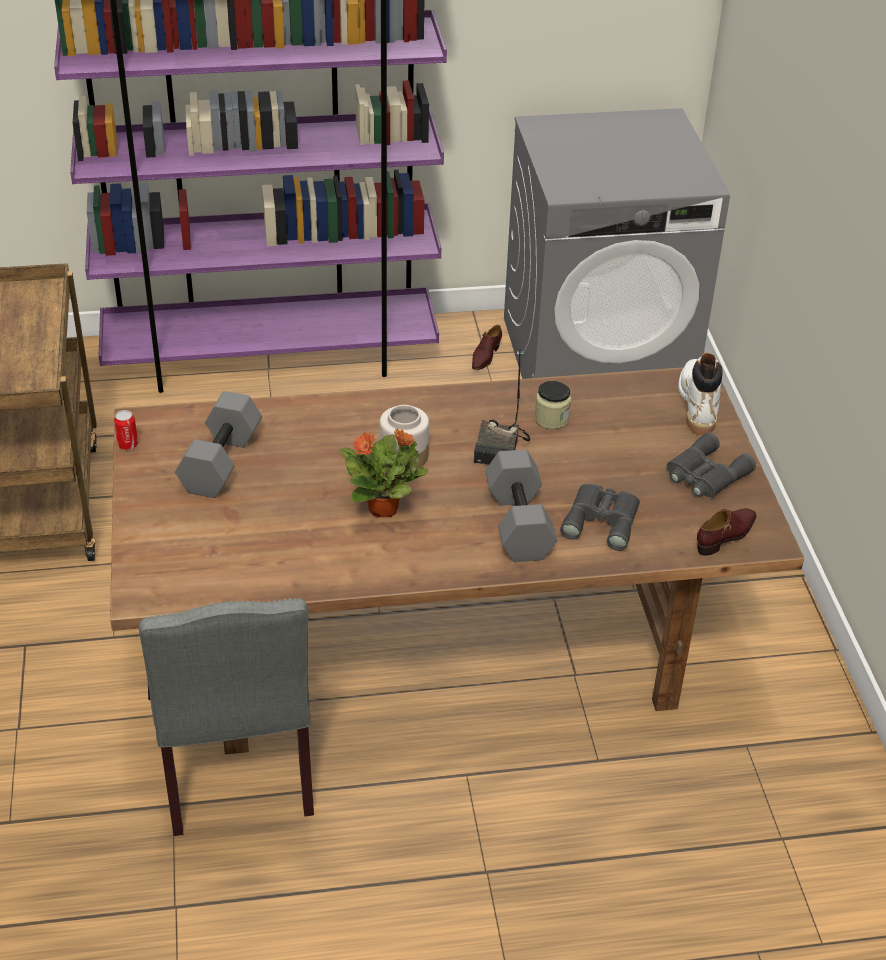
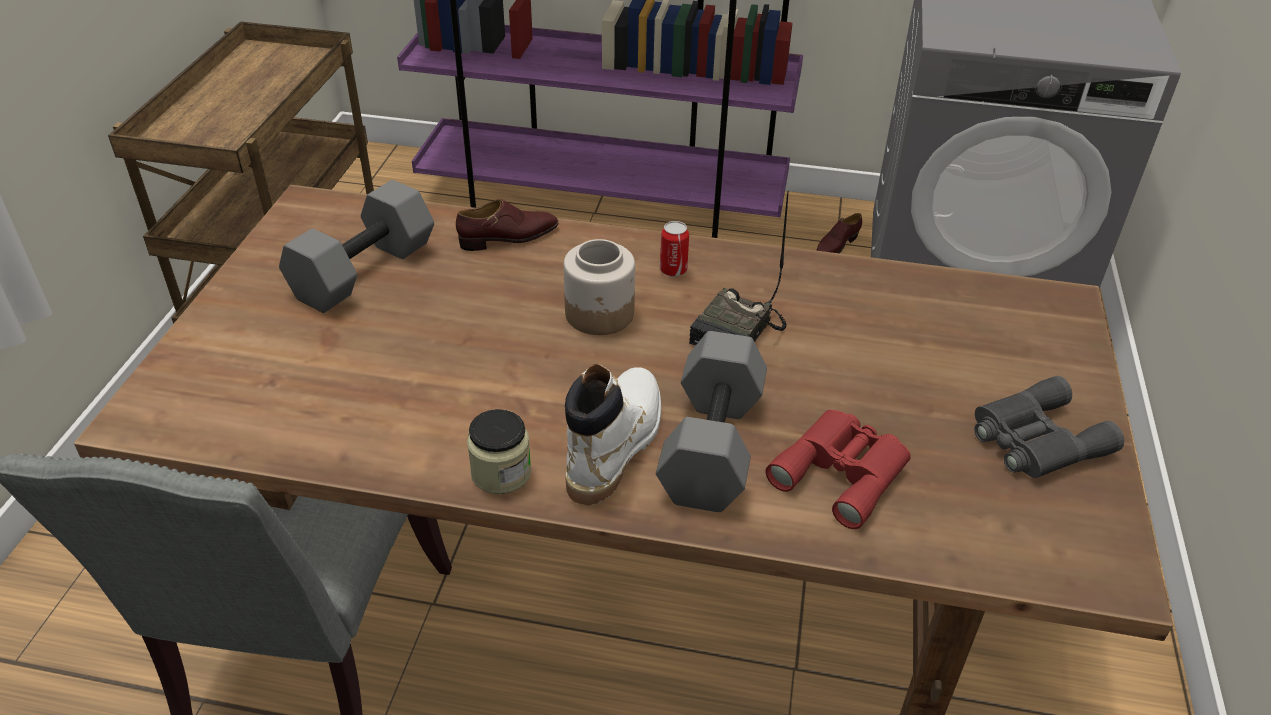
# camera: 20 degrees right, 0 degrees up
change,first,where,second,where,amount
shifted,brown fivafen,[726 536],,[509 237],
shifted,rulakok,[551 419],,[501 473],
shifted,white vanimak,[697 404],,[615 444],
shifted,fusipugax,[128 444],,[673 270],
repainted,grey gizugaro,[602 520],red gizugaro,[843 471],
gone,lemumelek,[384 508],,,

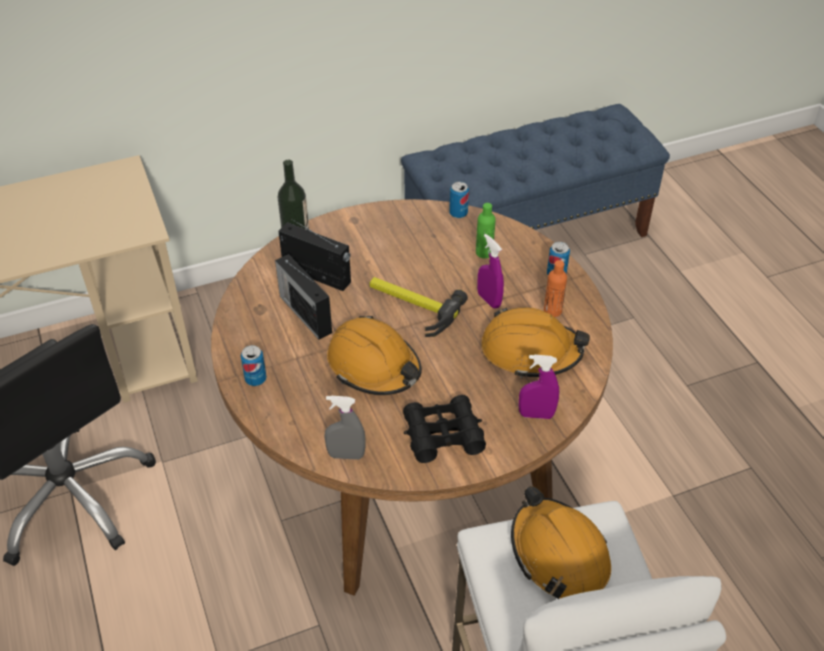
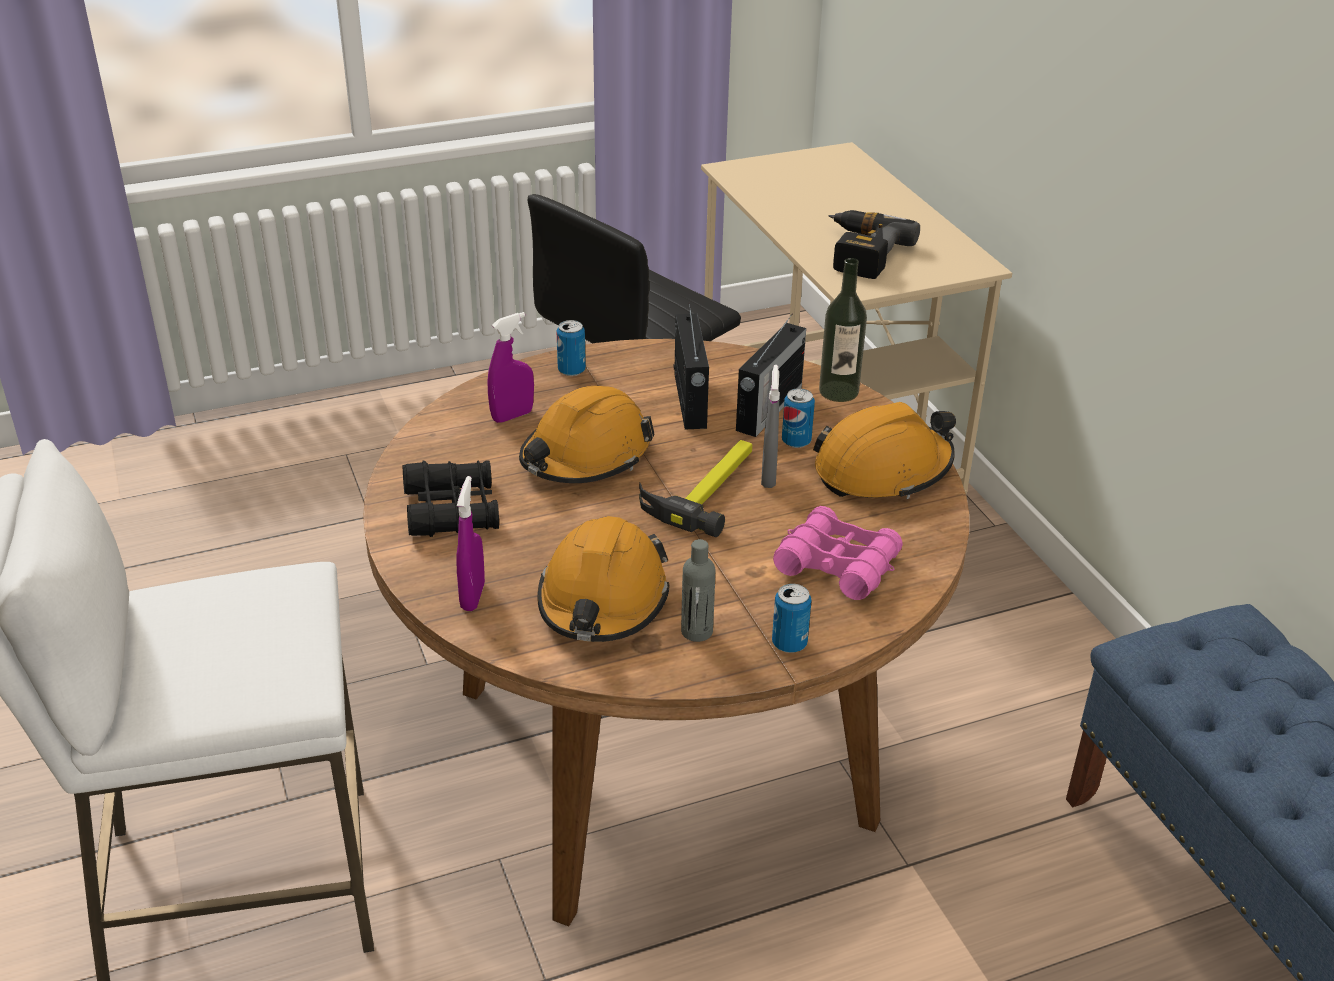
# camera: 90 degrees right, 10 degrees down
change,first,where,second,where,amount
shifted,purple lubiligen,[489 300],,[512 416],
rotated,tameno,[305 313],,[689 401],120 degrees clockwise
repainted,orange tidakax,[552 311],grey tidakax,[697 631],
shifted,grey lubiligen,[346 455],,[768 476],
swapped,green tidakax,[484 252],pink gizugaro,[837 564],
shifted,fusipugax,[458 213],,[796 441],
shifted,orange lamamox,[558 554],,[883 470],
new,,,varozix,[859 253],

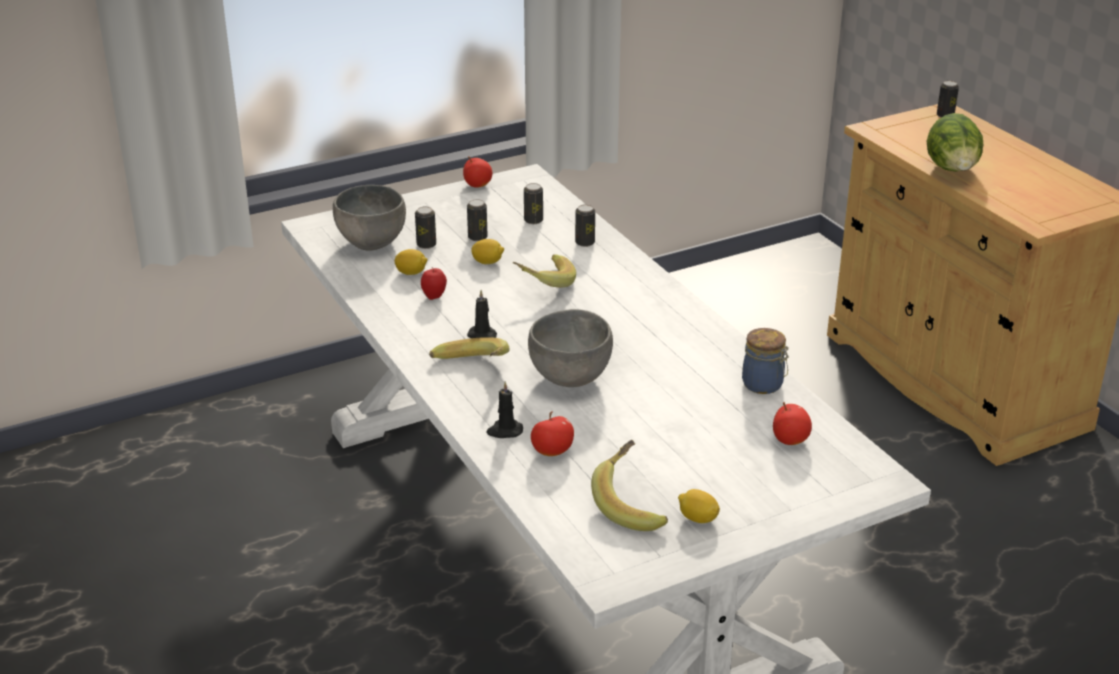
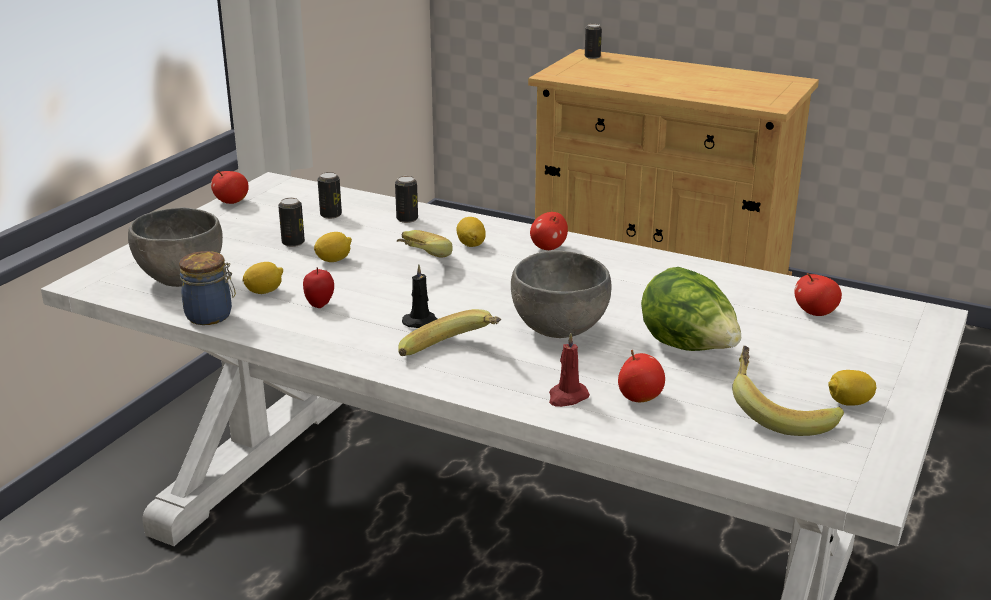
# camera: 35 degrees left, 5 degrees down
change,first,where,second,where,amount
shifted,rulakok,[764 385],,[211 316],
new,,,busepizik,[471 244],
new,,,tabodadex,[548 248],
repainted,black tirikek,[504 431],red tirikek,[567 397],
shifted,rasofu,[952 171],,[688 348],
gone,fusipugax,[426 245],,,

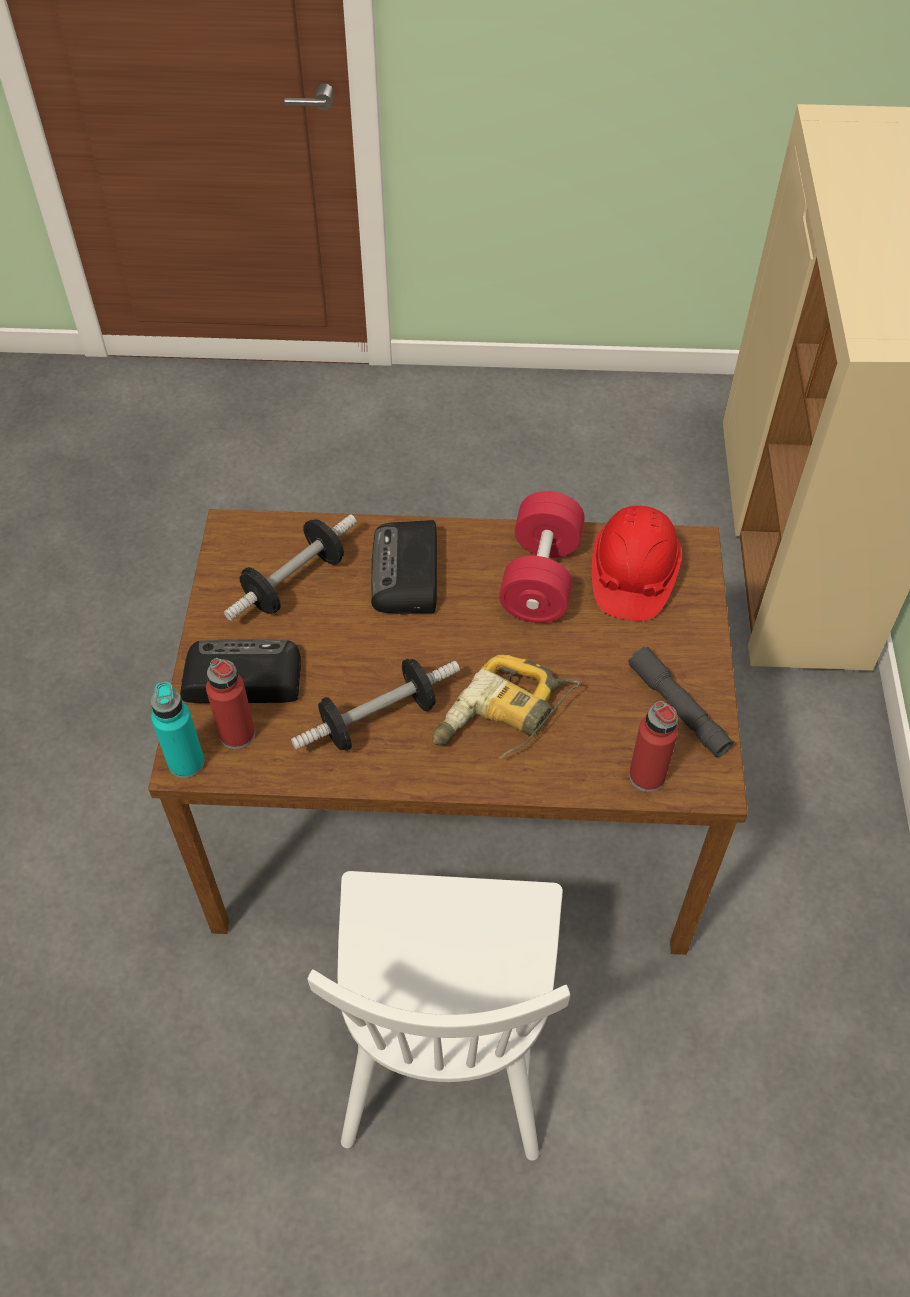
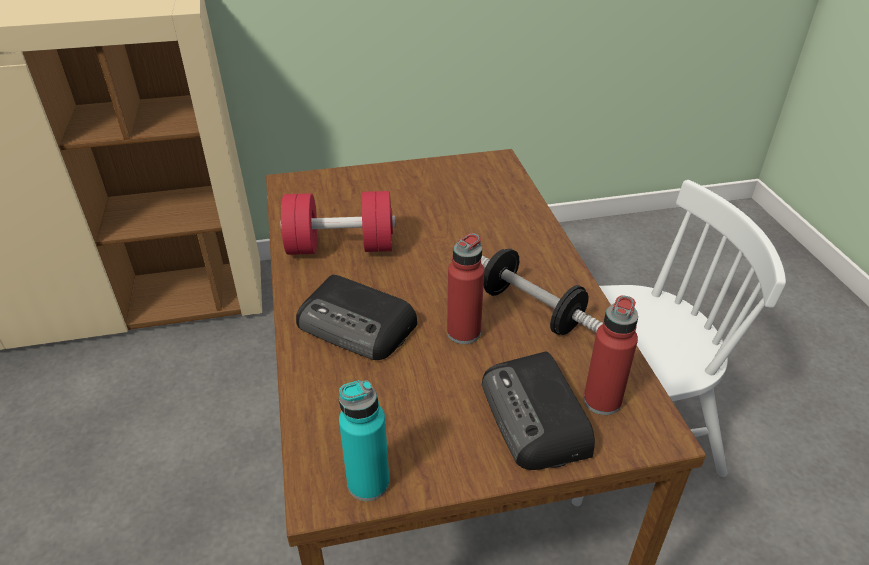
# camera: 105 degrees left, 15 degrees down
change,first,where,second,where,amount
rotated,tameno,[407 574],,[357 325],45 degrees clockwise
shifted,turquoise tidakax,[186 762],,[368 483],
shifted,red tidakax,[647 776],,[463 333],
gone,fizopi,[294 582],,,
gone,varozix,[504 719],,,
gone,red lamamox,[632 576],,,
gone,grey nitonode,[678 708],,,

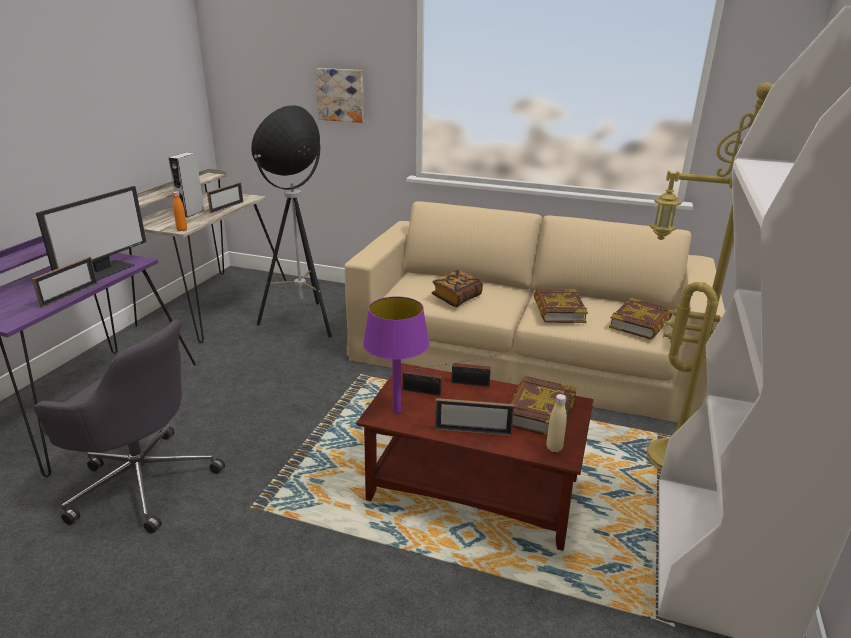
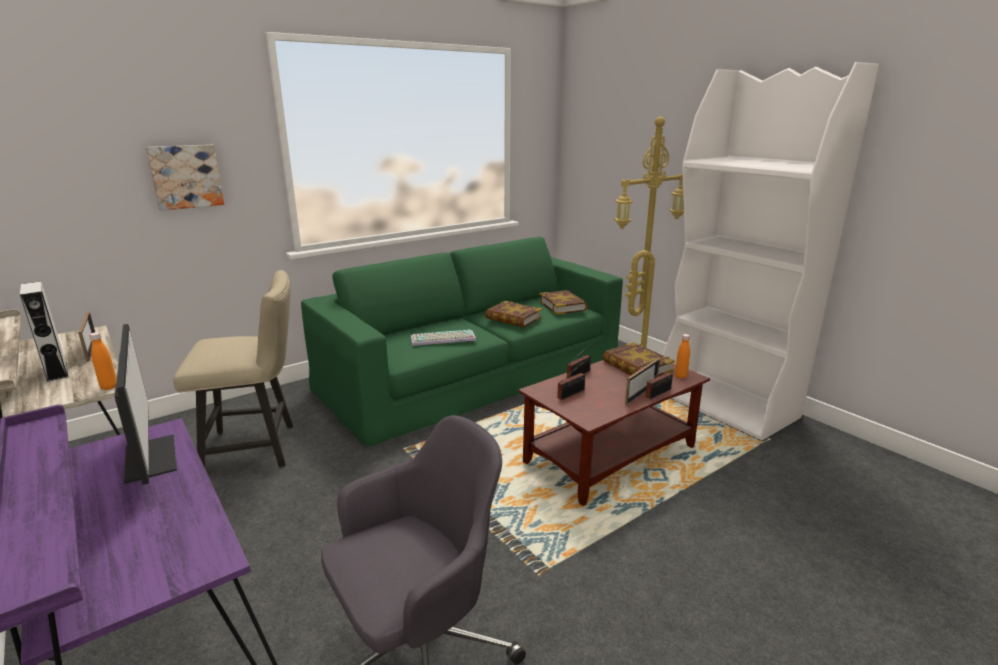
# camera: 55 degrees left, 5 degrees down
change,first,where,second,where,amount
swapped,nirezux,[303 322],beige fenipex,[258 448],
repainted,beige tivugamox,[524 353],green tivugamox,[473 372],
swapped,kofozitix,[456 298],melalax,[442 339],
new,,,tameno,[660 392],
repainted,beige tidakax,[554 448],orange tidakax,[680 376],
gone,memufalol,[70 295],,,
gone,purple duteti,[396 410],,,

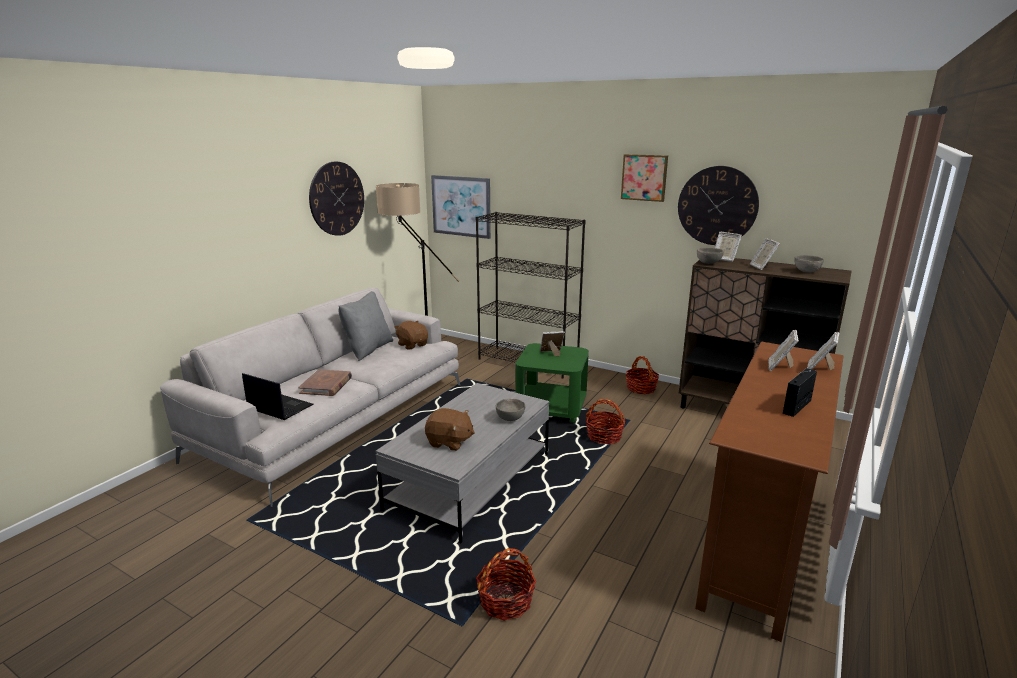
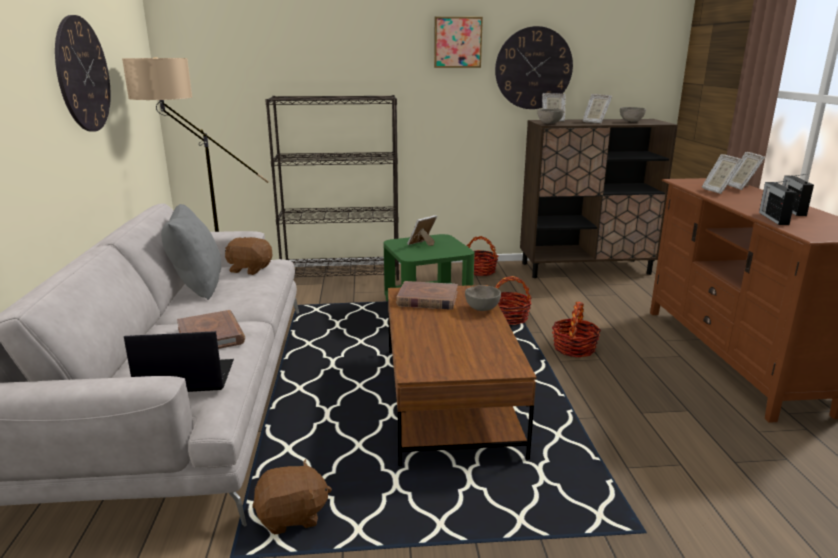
# camera: 35 degrees left, 0 degrees up
change,first,where,second,where,amount
shifted,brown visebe,[449 442],,[292 516],
repainted,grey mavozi,[470 480],brown mavozi,[448 398],
new,,,brown kofozitix,[427 299],
shifted,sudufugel,[506 601],,[574 348],
new,,,tameno,[773 218],
gone,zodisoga,[461 206],,,

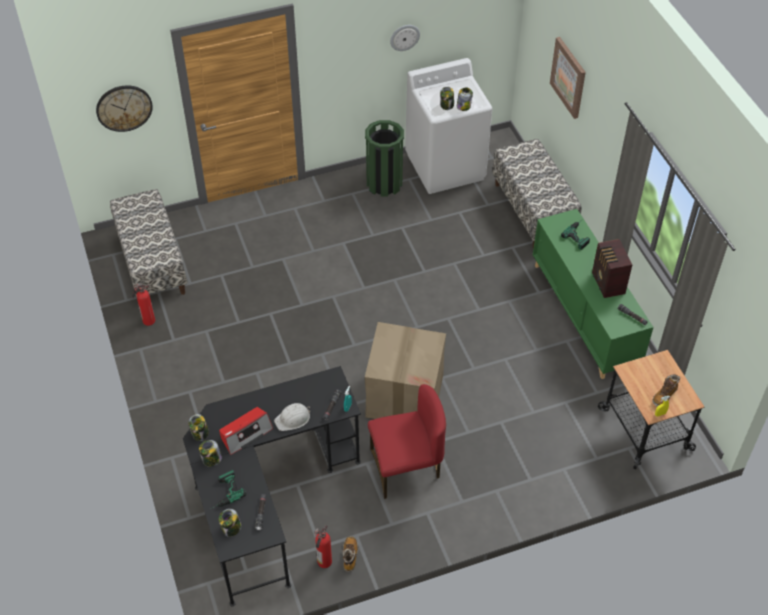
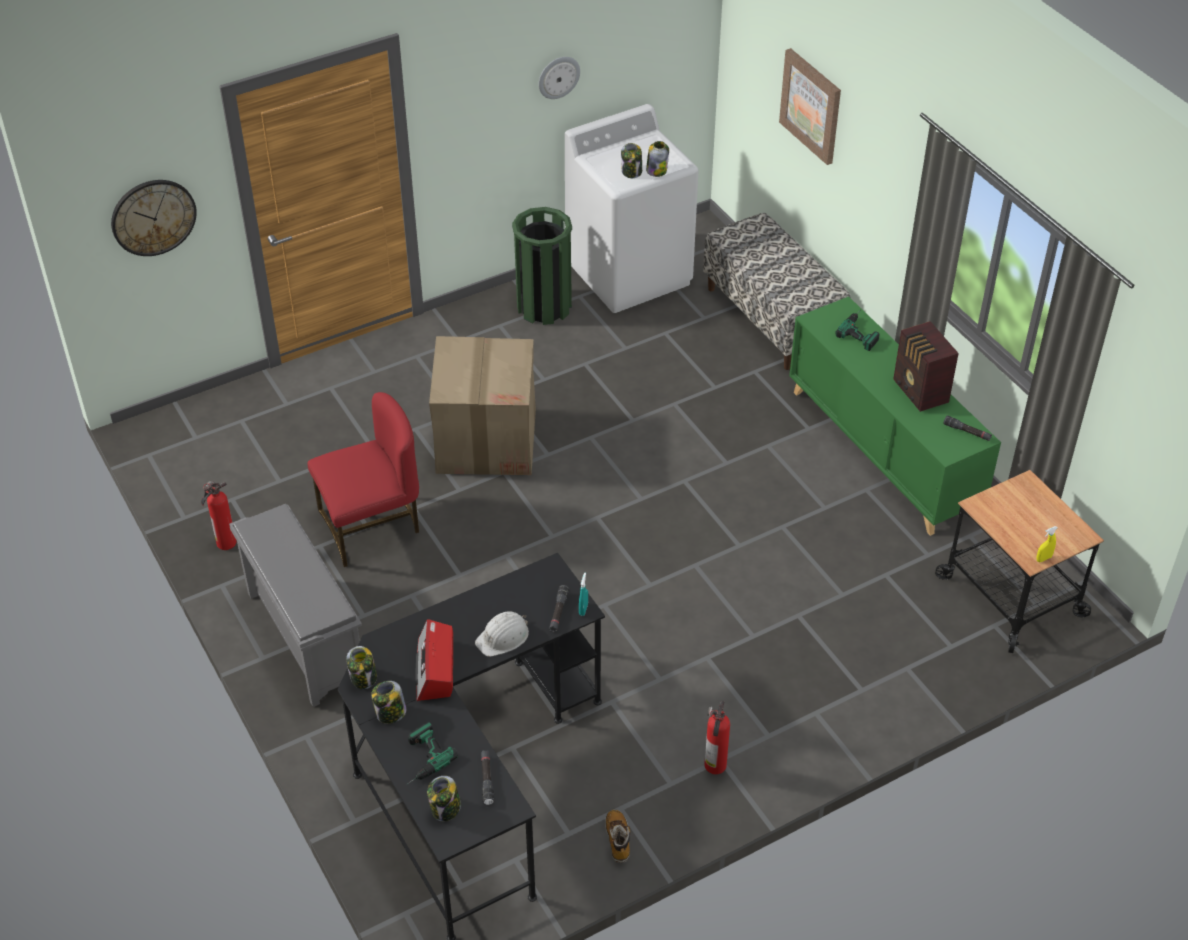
# camera: 10 degrees left, 5 degrees down
change,first,where,second,where,amount
new,,,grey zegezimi,[304 637],
shifted,red fenipex,[406 467],,[371 526],
rotated,tameno,[245 434],,[435 669],135 degrees clockwise
shifted,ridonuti,[405 394],,[486 439],
shifted,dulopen,[324 562],,[715 766],
gone,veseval,[152 263],,,
gone,vanimak,[664 396],,,

